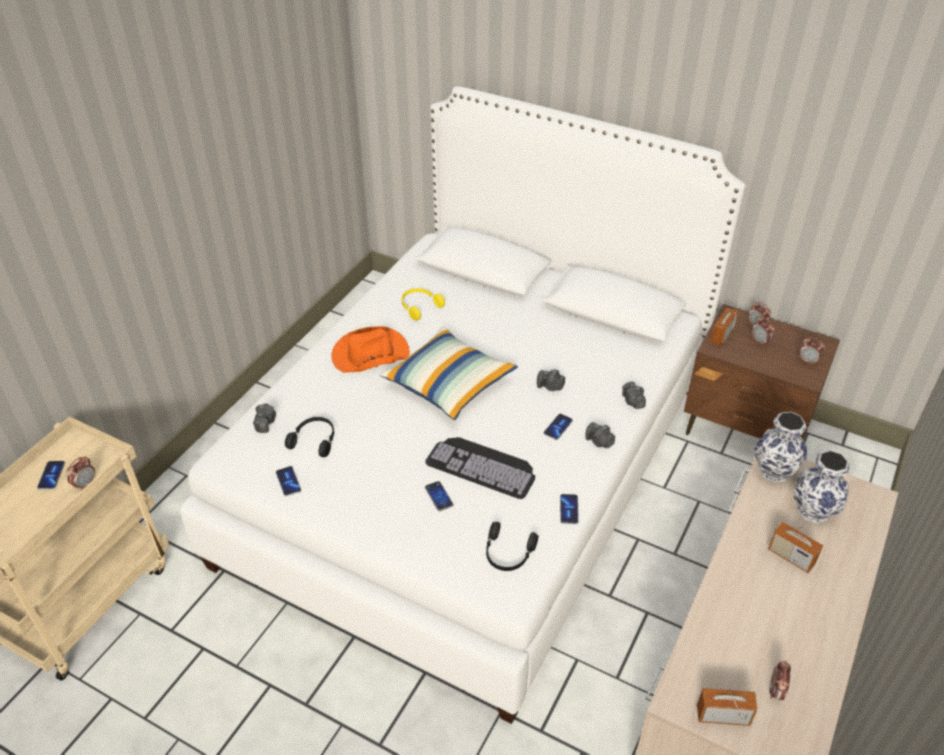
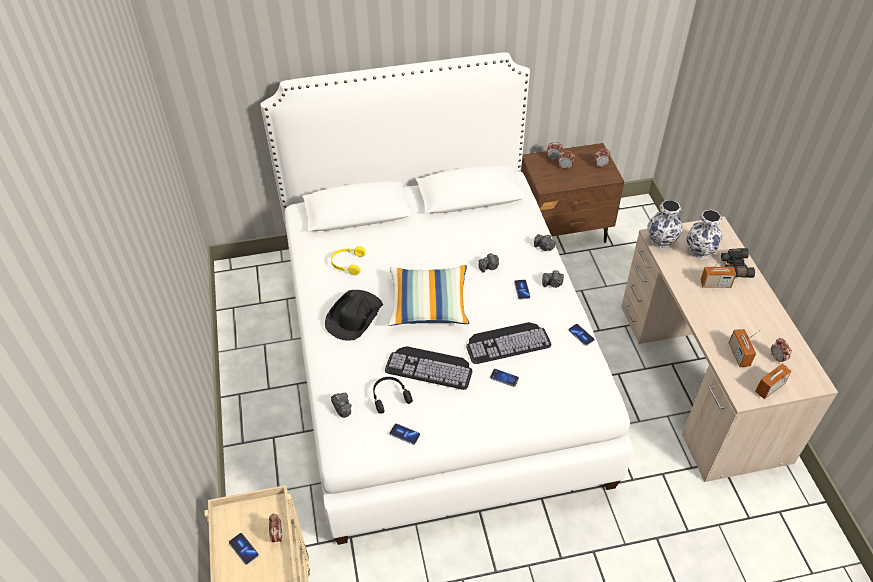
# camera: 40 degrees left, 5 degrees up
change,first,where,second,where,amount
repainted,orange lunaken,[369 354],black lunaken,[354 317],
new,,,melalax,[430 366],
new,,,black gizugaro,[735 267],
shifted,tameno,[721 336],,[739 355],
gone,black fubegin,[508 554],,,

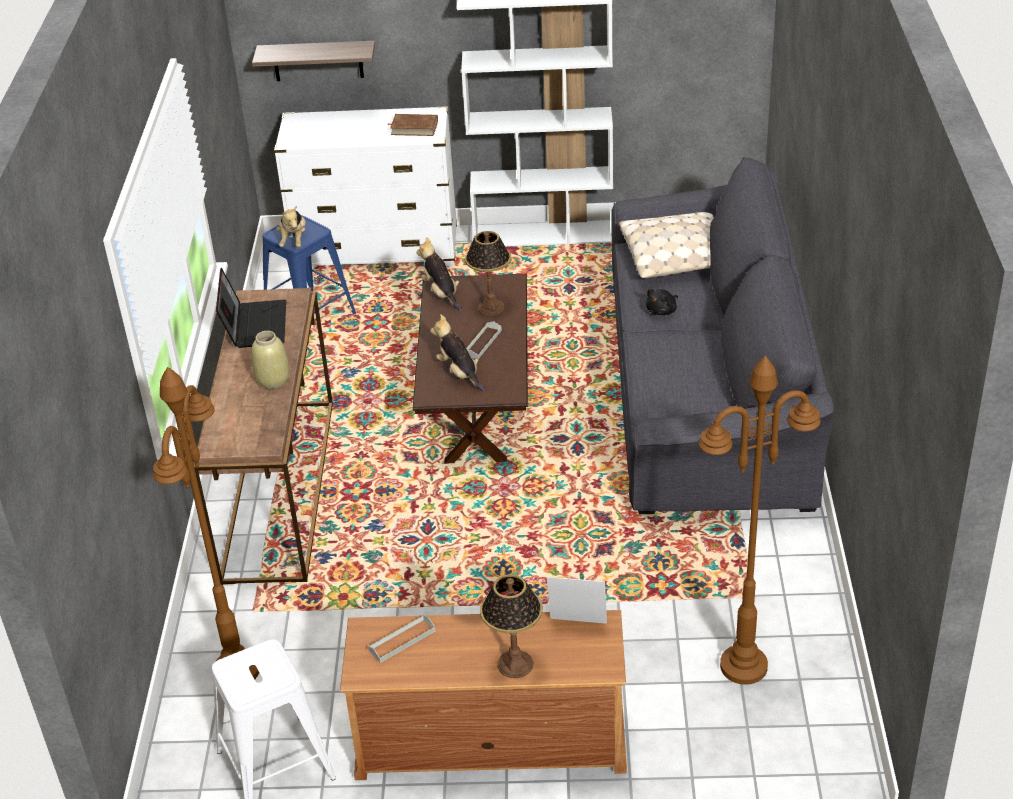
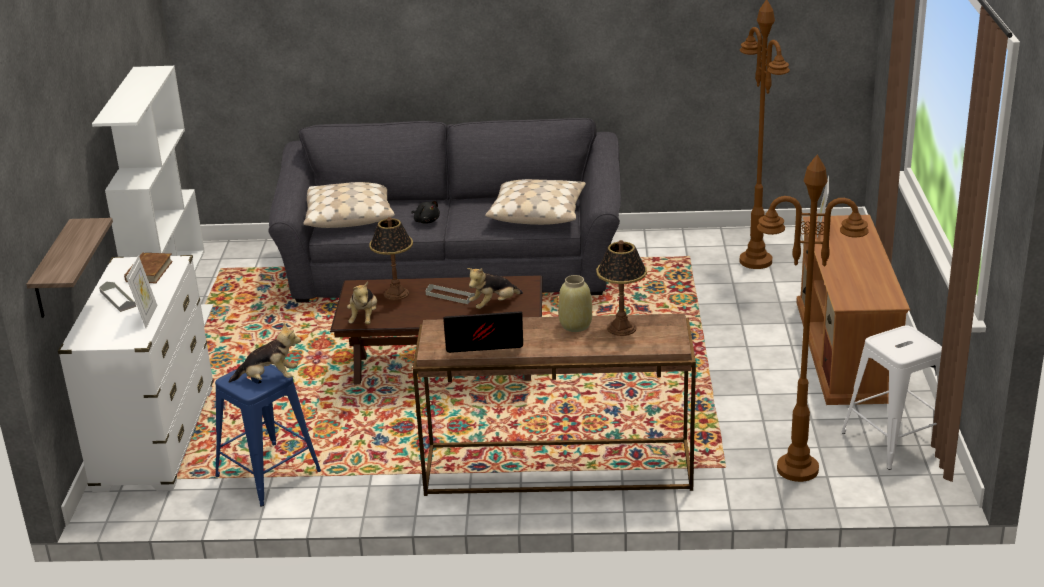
# camera: 90 degrees left, 10 degrees down
change,first,where,second,where,amount
shifted,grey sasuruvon,[402 641],,[118 299],
new,,,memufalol,[146 317],
rotated,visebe,[441 293],,[364 318],60 degrees counterclockwise
new,,,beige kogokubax,[537 212],
shifted,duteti,[515 664],,[622 328],

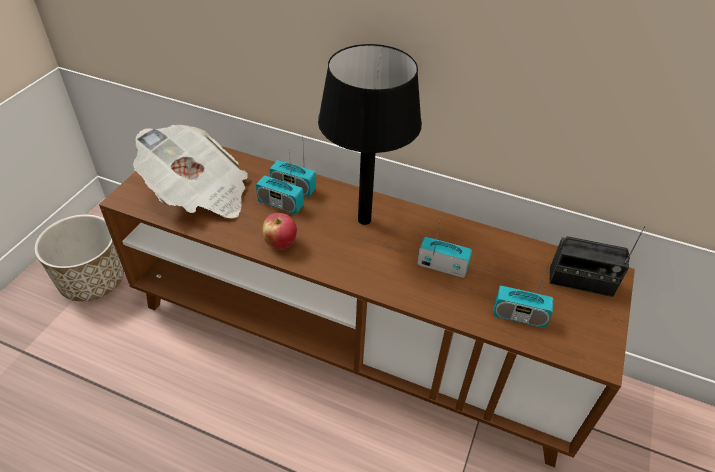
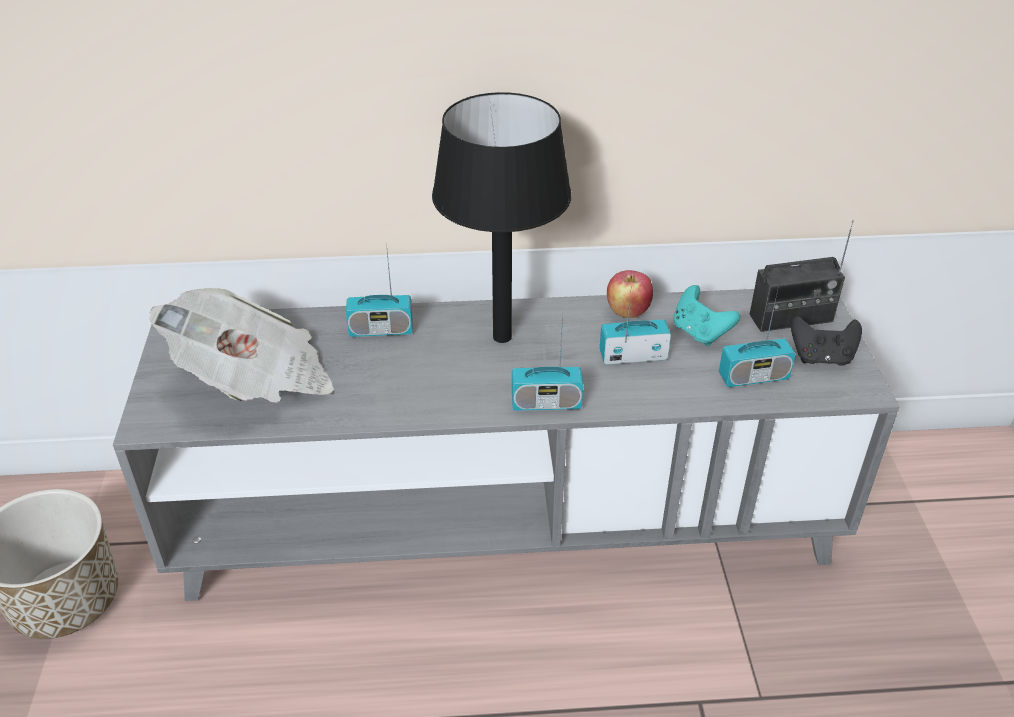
# camera: 25 degrees left, 5 degrees down
change,first,where,second,where,amount
repainted,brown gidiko,[353 338],grey gidiko,[507 521],
shifted,tameno,[280 204],,[546 403],
shifted,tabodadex,[280 243],,[627 312],
new,,,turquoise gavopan,[700 333],
new,,,black gavopan,[821 358],

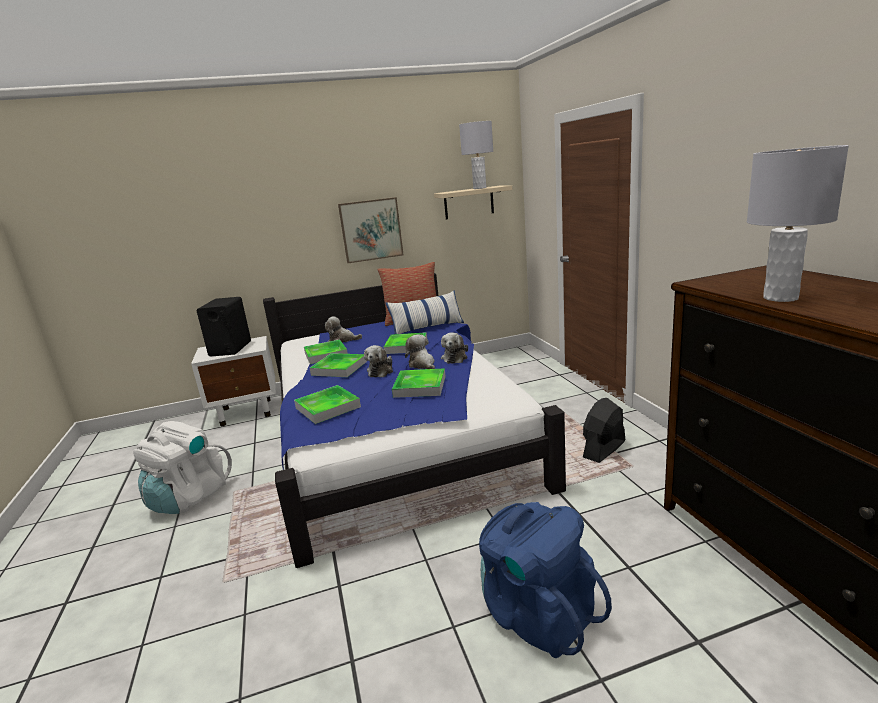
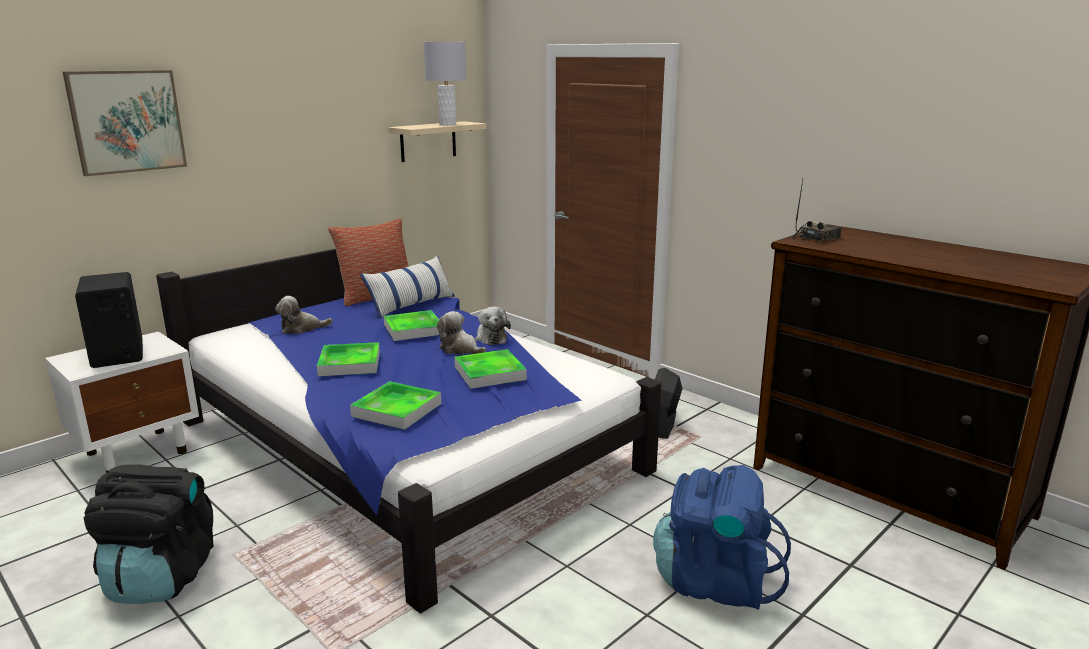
# camera: 30 degrees left, 0 degrees up
change,first,where,second,where,amount
shifted,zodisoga,[371 230],,[127 121],
repainted,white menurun,[189 497],black menurun,[161 577],
new,,,tameno,[815 238],
gone,sasuruvon,[326 354],,,
gone,visebe,[381 371],,,
gone,grey duteti,[781 298],,,

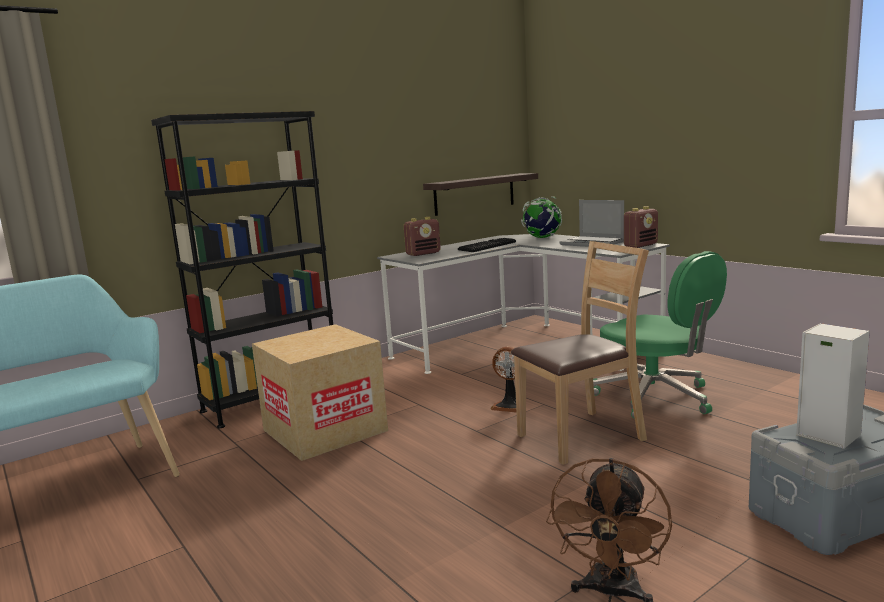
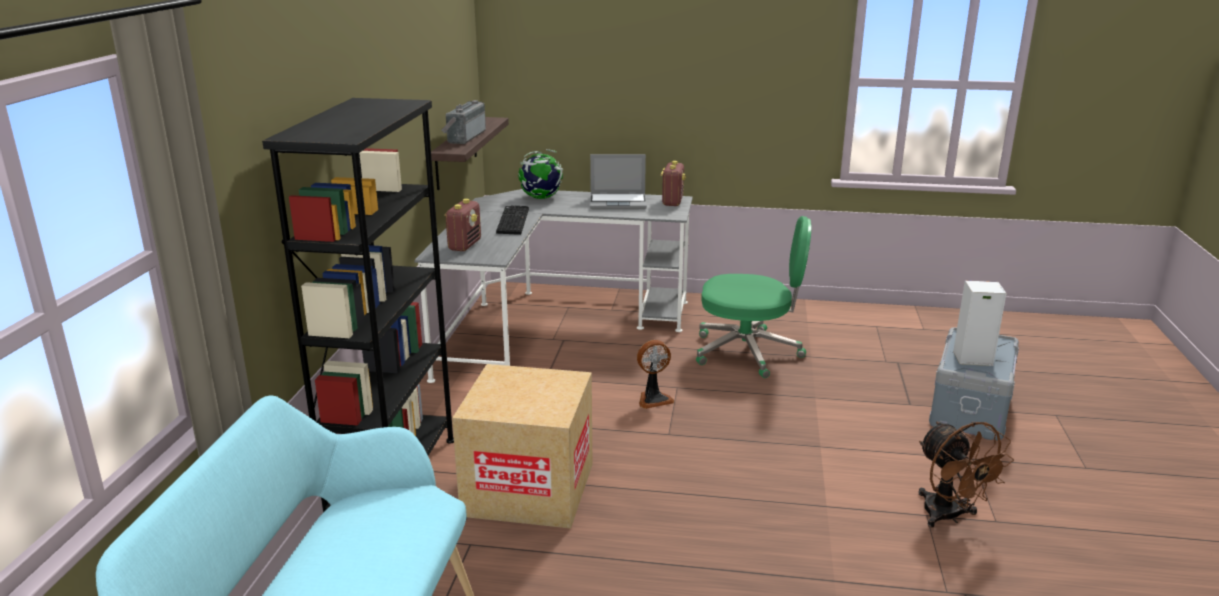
# camera: 45 degrees left, 10 degrees up
change,first,where,second,where,amount
new,,,tameno,[463 137],
gone,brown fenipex,[581 436],,,

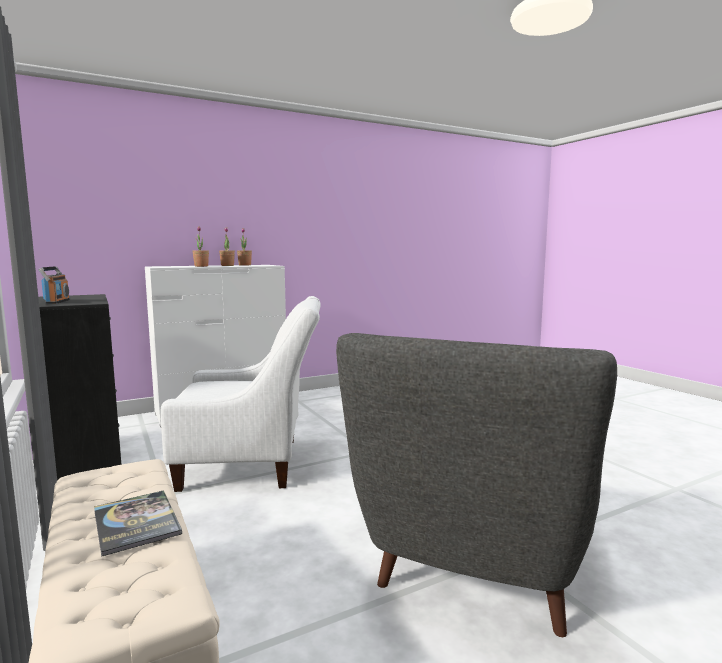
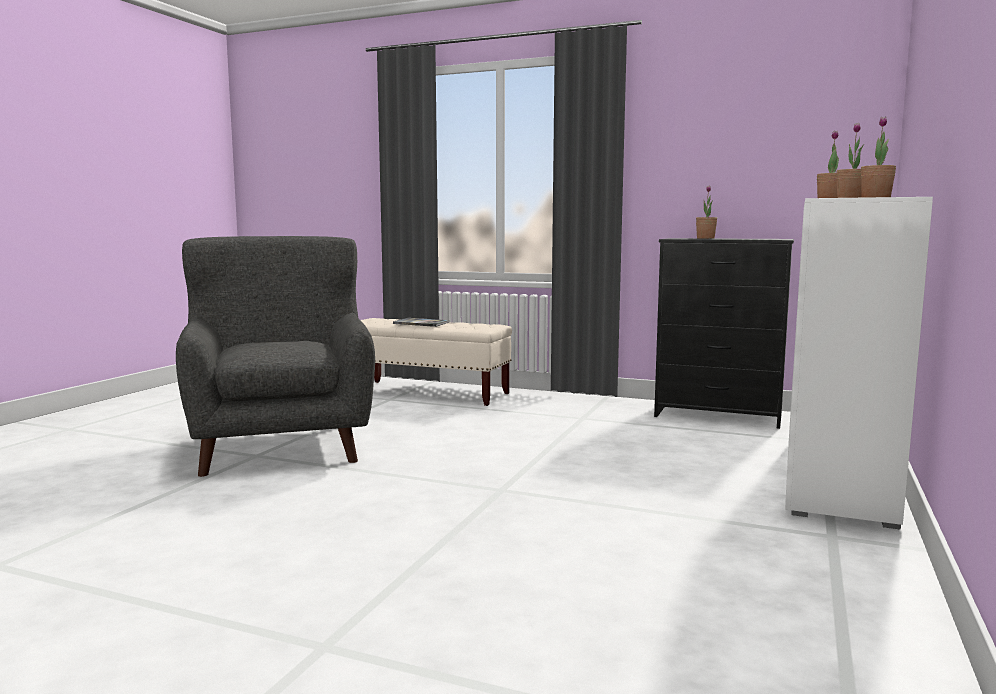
# camera: 140 degrees right, 0 degrees up
change,first,where,second,where,amount
swapped,tameno,[57 302],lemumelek,[705 238],
gone,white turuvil,[253 463],,,

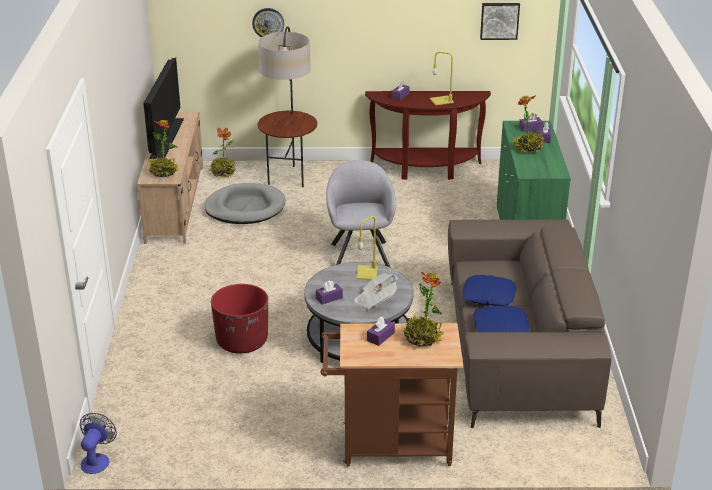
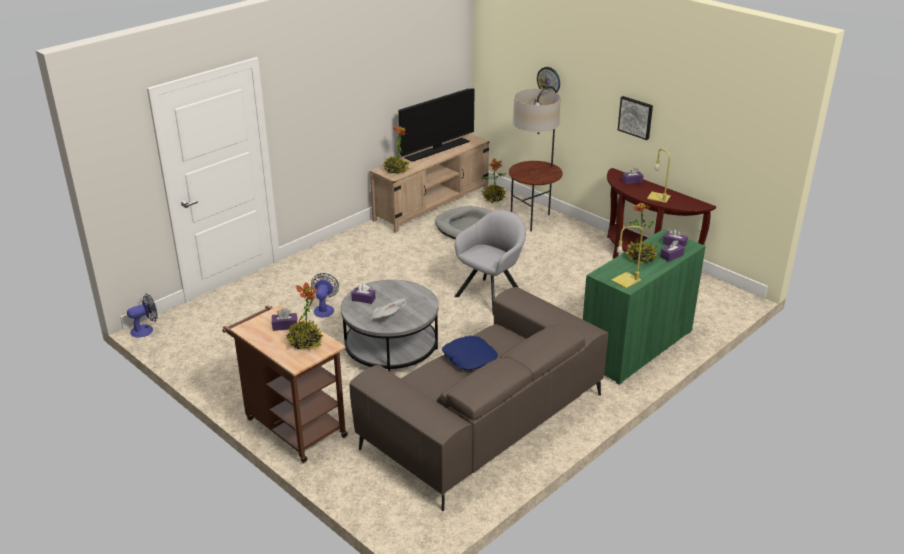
# camera: 45 degrees right, 0 degrees up
change,first,where,second,where,amount
swapped,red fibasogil,[242 341],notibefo,[324 309],
shifted,yellow duteti,[366 272],,[626 280],
shifted,zodisoga,[499 20],,[636 117],
gone,blue kogokubax,[500 327],,,

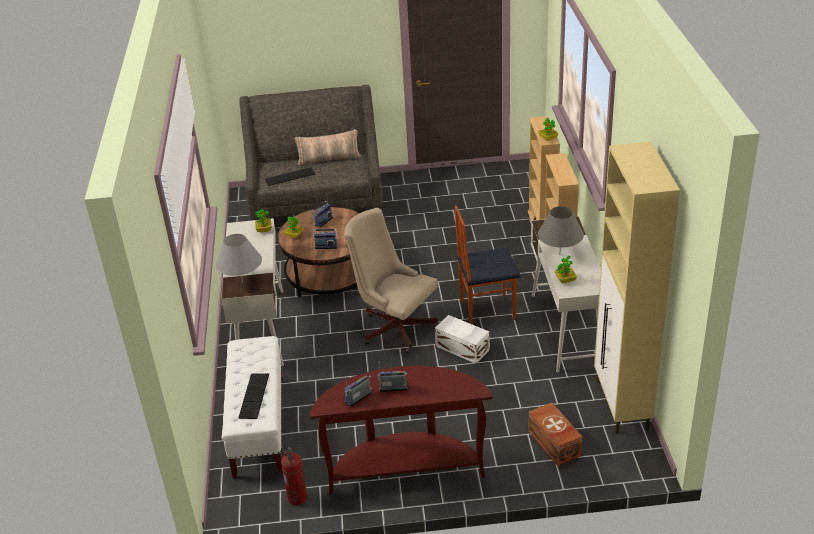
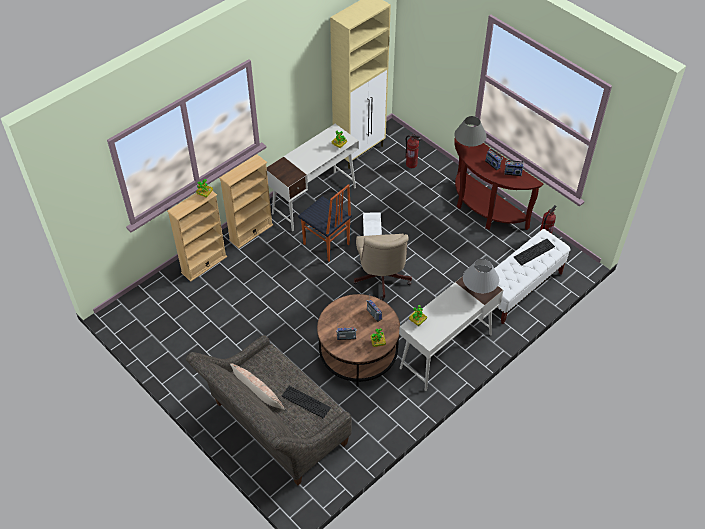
# camera: 130 degrees left, 15 degrees up
change,first,where,second,where,amount
swapped,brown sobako,[554 444],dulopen,[411 164],
shifted,grey duteti,[559 254],,[468 148],

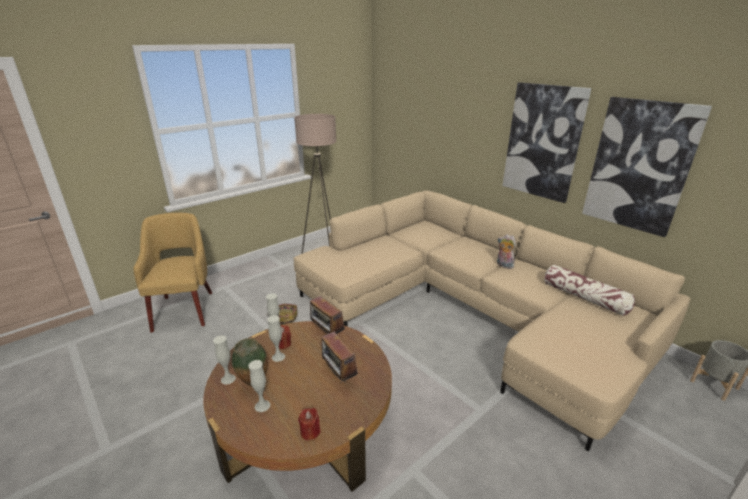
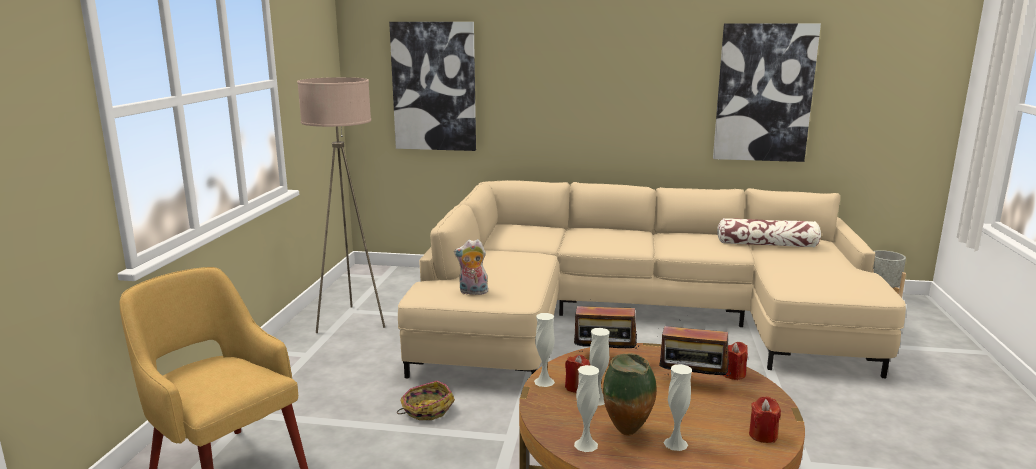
# camera: 40 degrees left, 10 degrees down
change,first,where,second,where,amount
shifted,zodisoga,[543 142],,[434 86],
shifted,visebe,[503 265],,[472 292],
new,,,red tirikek,[733 374],

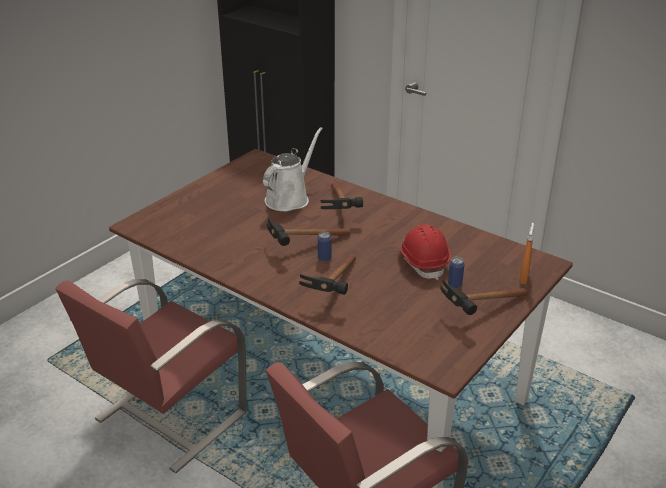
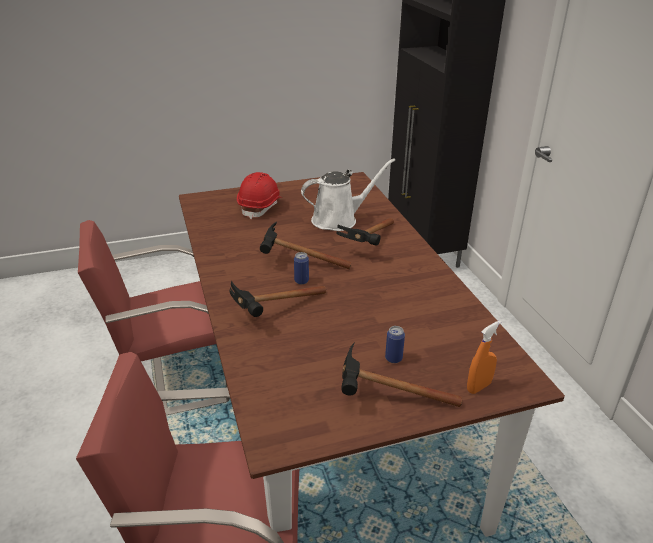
# camera: 35 degrees right, 0 degrees up
change,first,where,second,where,amount
shifted,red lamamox,[423 262],,[261 206],

